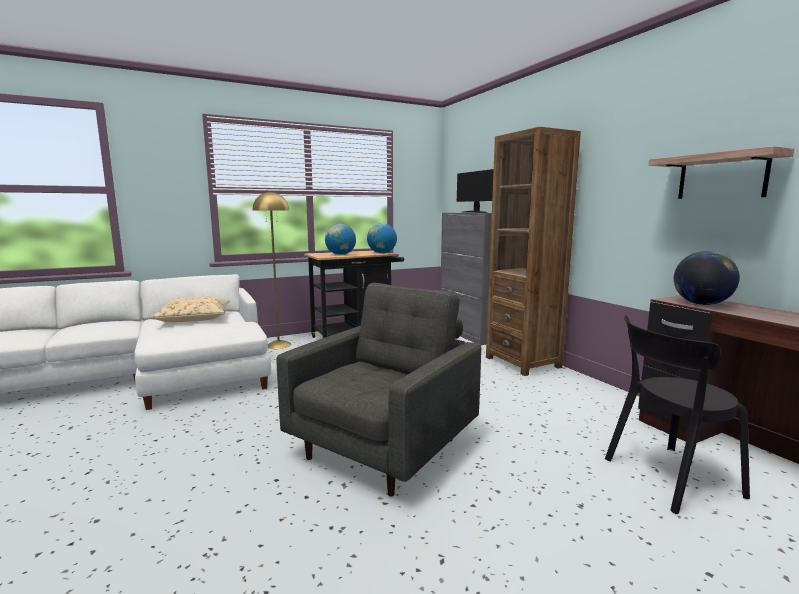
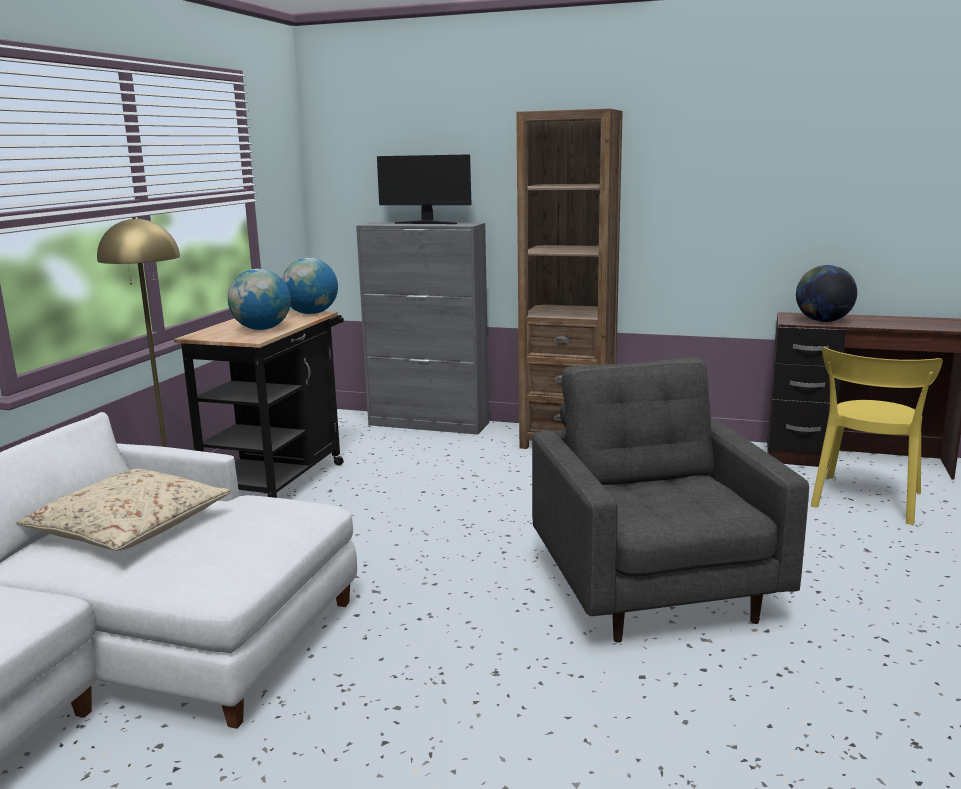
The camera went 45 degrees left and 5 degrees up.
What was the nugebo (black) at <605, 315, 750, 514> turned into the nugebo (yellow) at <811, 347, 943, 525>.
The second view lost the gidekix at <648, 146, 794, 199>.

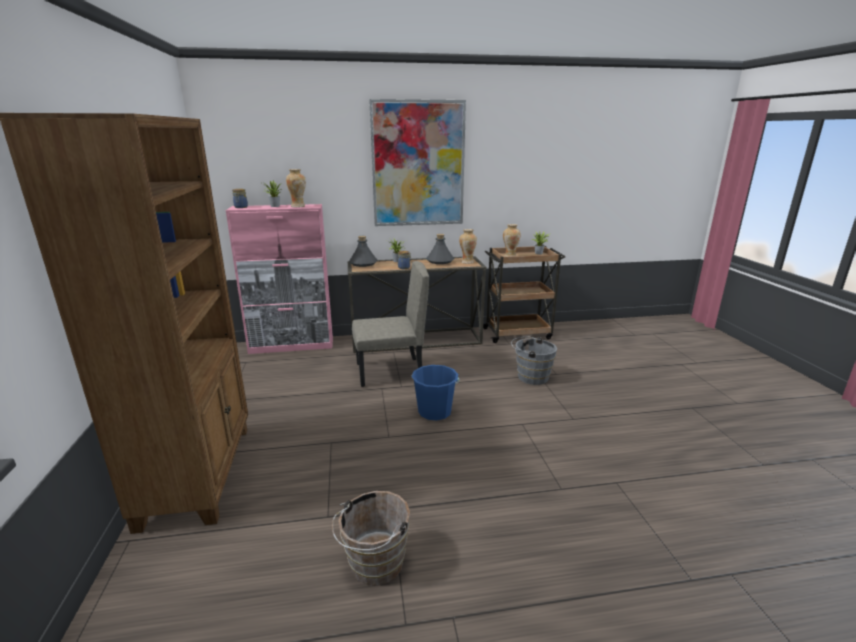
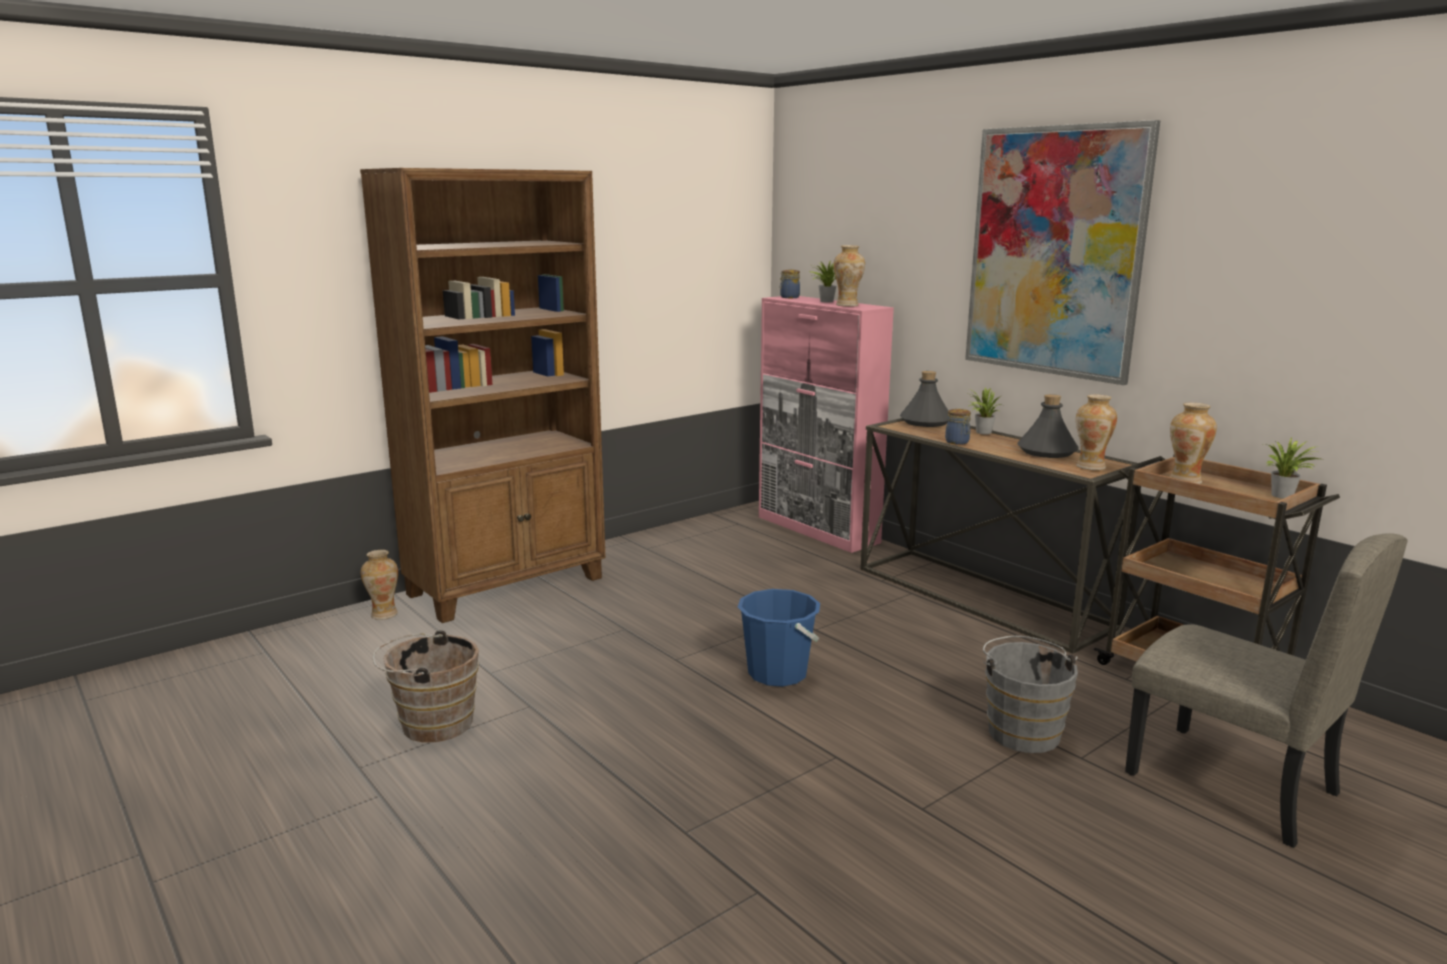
The camera went 60 degrees right and 5 degrees down.
The second view gained the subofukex at <361, 550, 398, 620>.
The nugebo (beige) ended up elsewhere, having gone from <352, 261, 429, 387> to <1125, 533, 1408, 848>.

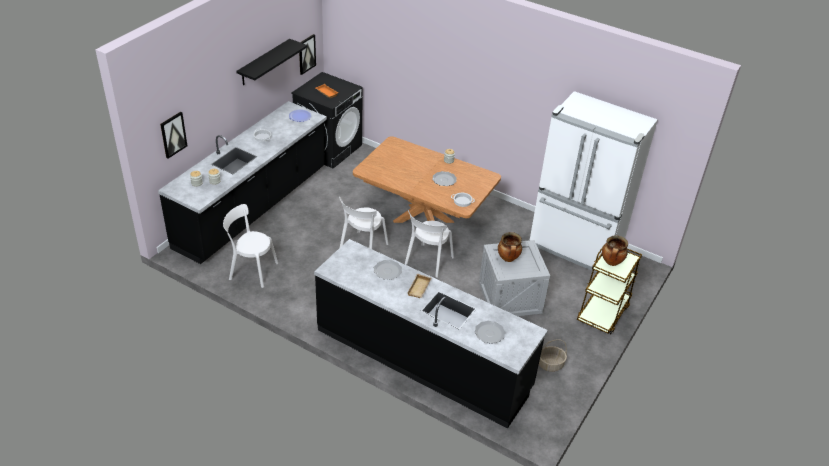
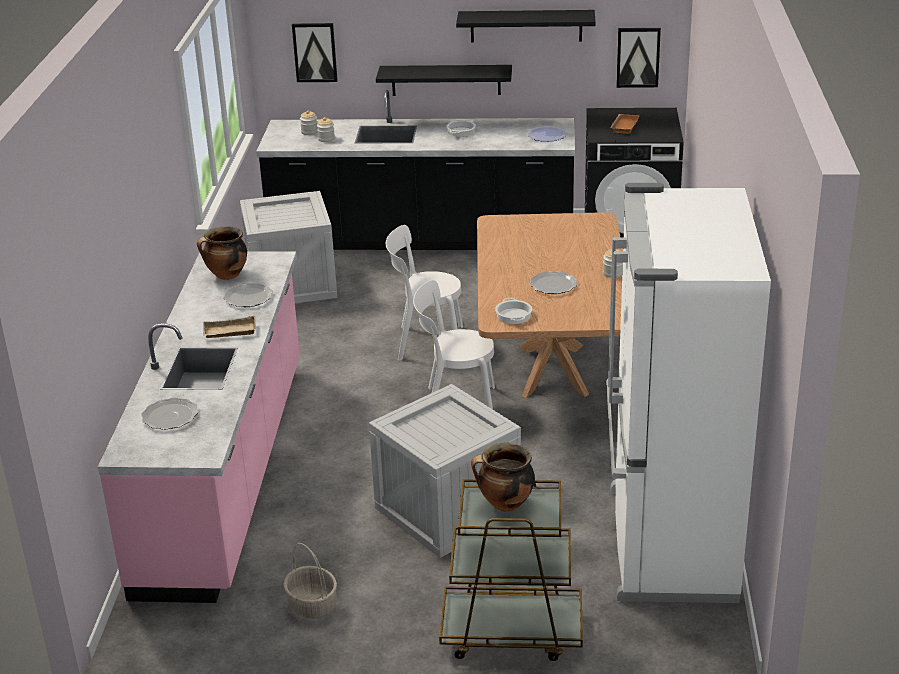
The camera went 65 degrees right and 10 degrees down.
What was the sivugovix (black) at <314, 239, 548, 429> turned into the sivugovix (pink) at <98, 251, 300, 603>.
The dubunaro ended up elsewhere, having gone from <498, 232, 522, 262> to <197, 227, 247, 280>.
Where the nugebo (white) stood at <223, 204, 278, 288>, the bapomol came to stand at <240, 191, 337, 303>.
The second view gained the gidekix (black) at <376, 65, 512, 96>.

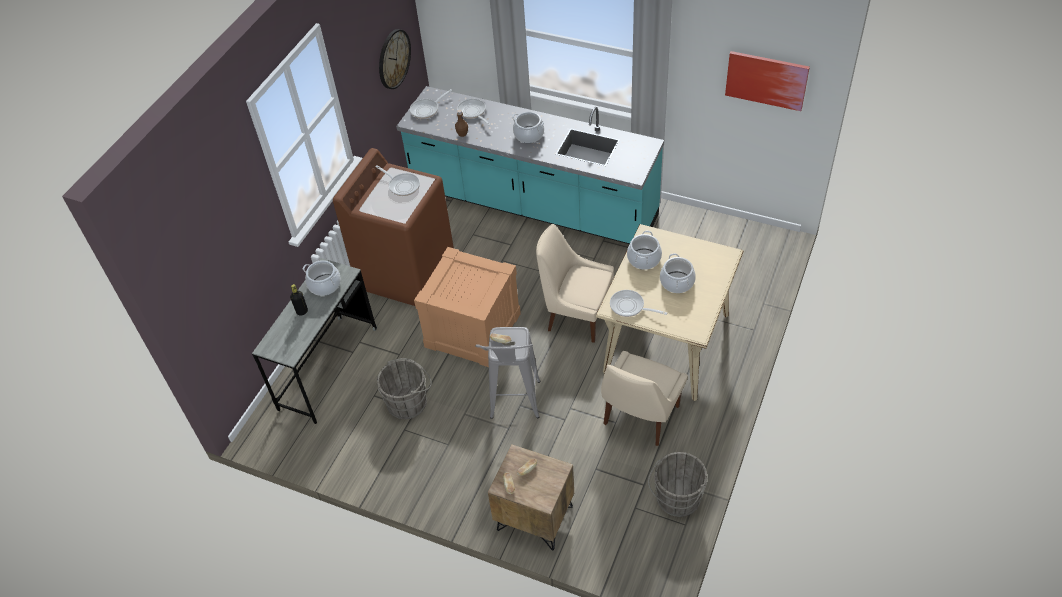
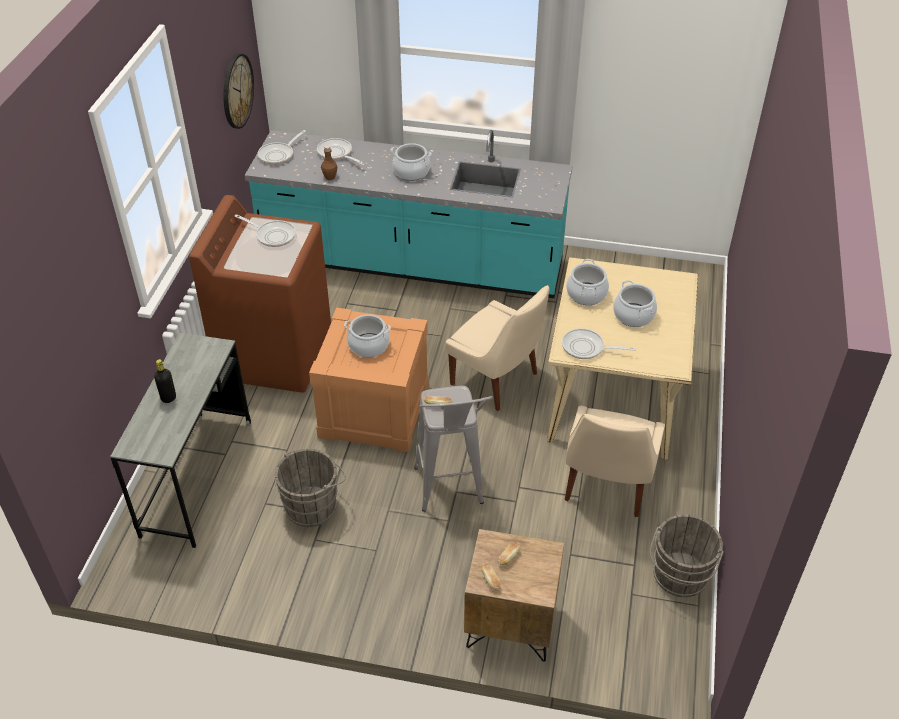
The camera went 15 degrees left and 5 degrees down.
The dubunaro ended up elsewhere, having gone from <303, 260, 341, 296> to <344, 314, 391, 358>.
The nugebo (beige) at <536, 224, 614, 343> ended up facing another way, 150 degrees counterclockwise from before.
The second view lost the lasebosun at <725, 51, 810, 111>.

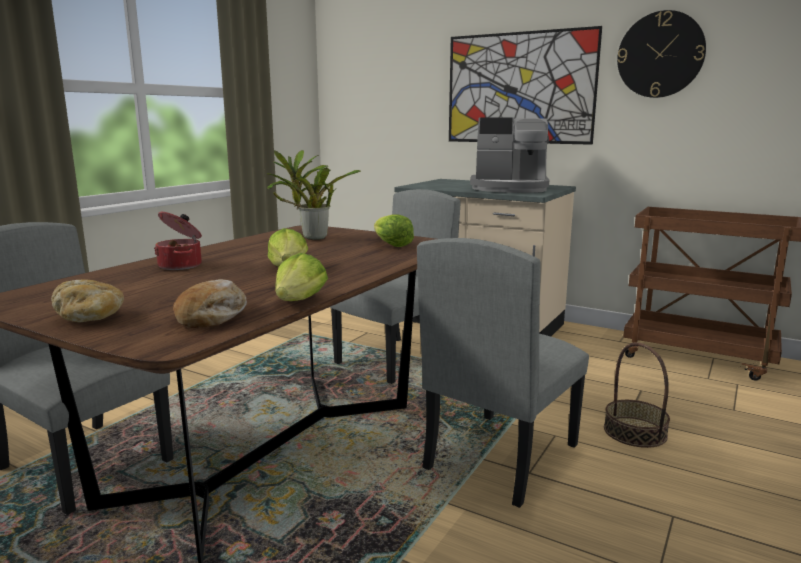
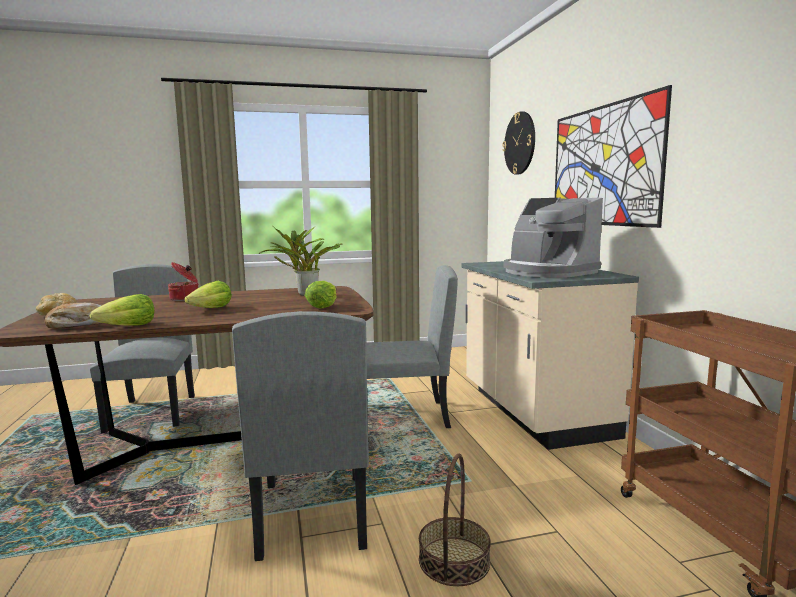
The camera went 45 degrees right and 5 degrees down.
The nugebo (grey) at <417, 238, 589, 508> ended up facing another way, 90 degrees counterclockwise from before.
The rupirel ended up elsewhere, having gone from <617, 10, 706, 98> to <502, 111, 535, 175>.

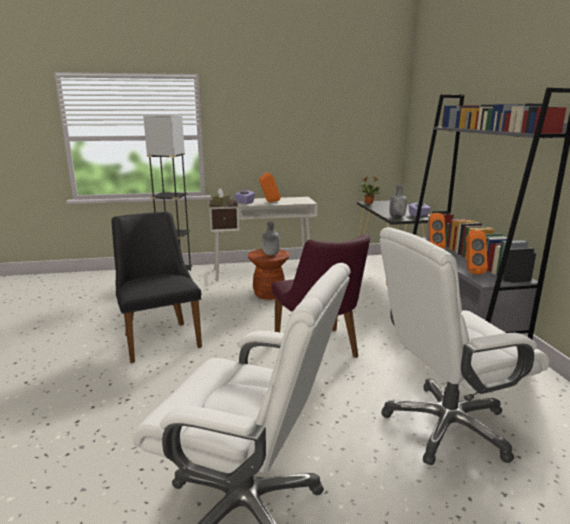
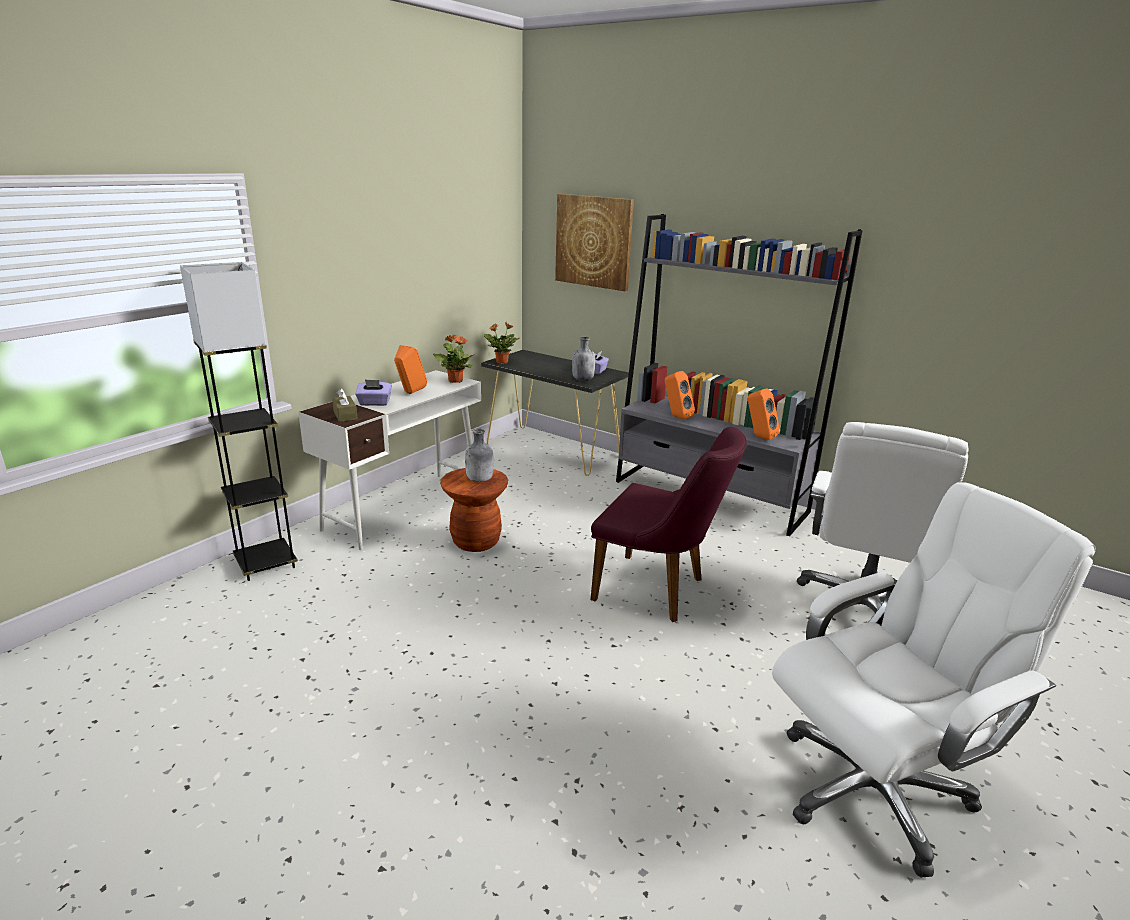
The camera went 45 degrees left and 5 degrees up.
The second view gained the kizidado at <433, 334, 473, 383>.
The second view gained the lasebosun at <555, 194, 634, 291>.
The second view lost the nugebo (black) at <112, 212, 202, 363>.

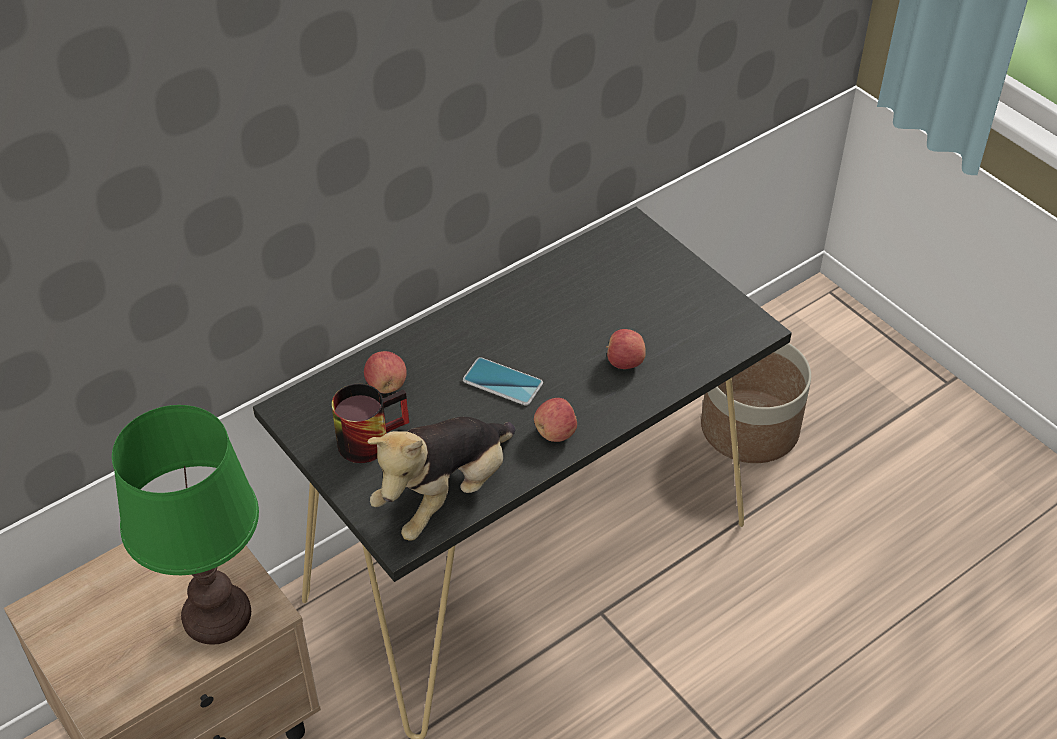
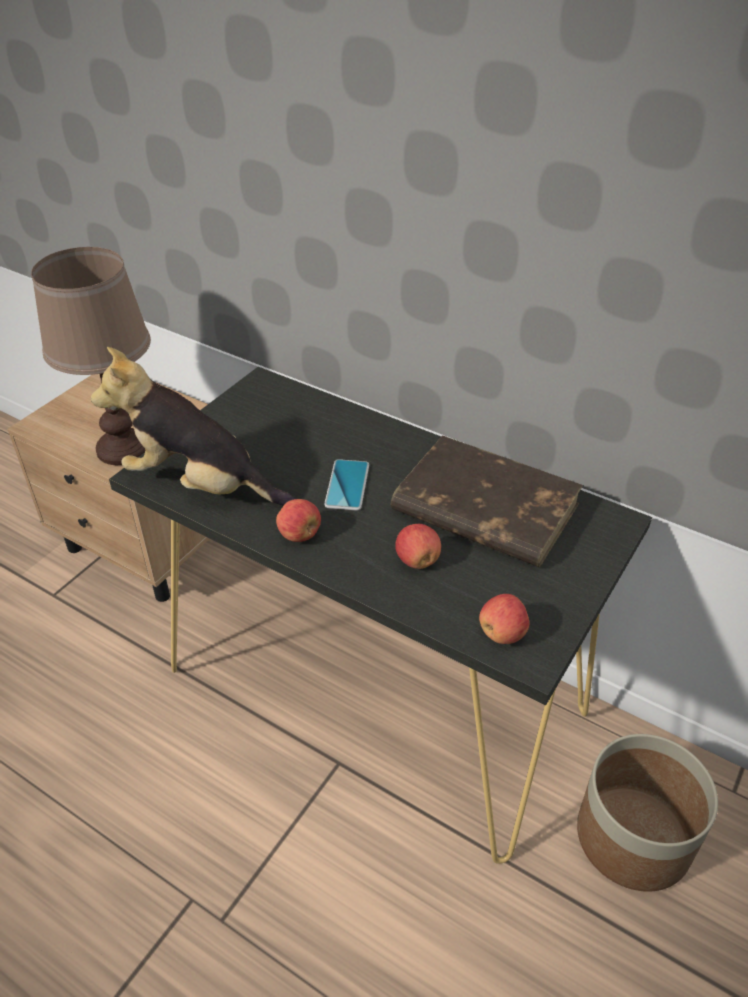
The camera went 70 degrees right and 5 degrees down.
What was the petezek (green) at <112, 405, 259, 645> turned into the petezek (brown) at <31, 247, 151, 465>.
The second view gained the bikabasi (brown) at <391, 435, 583, 567>.
The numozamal ended up elsewhere, having gone from <364, 351, 407, 393> to <479, 594, 529, 644>.
The second view lost the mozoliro at <332, 384, 409, 463>.

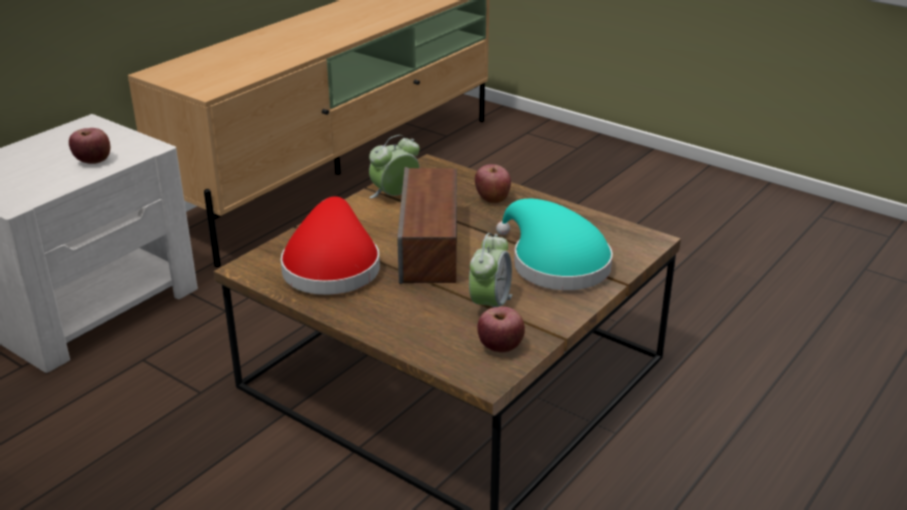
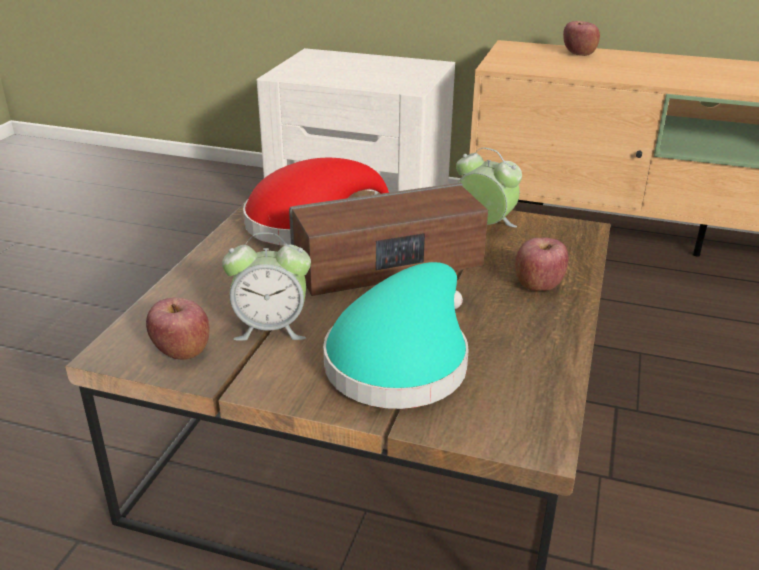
The camera went 70 degrees right and 0 degrees up.
The numozamal ended up elsewhere, having gone from <69, 128, 110, 164> to <563, 21, 600, 56>.

